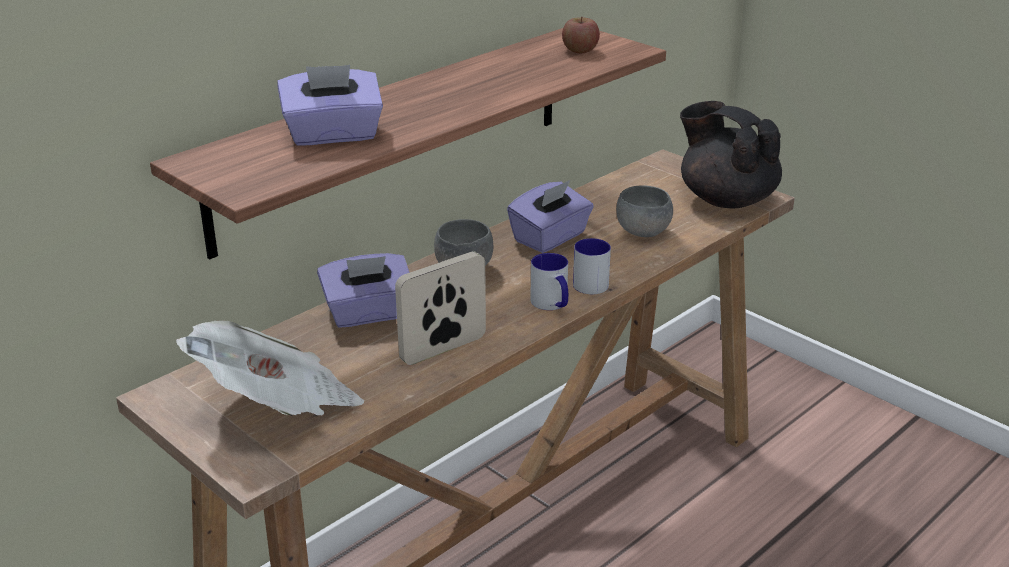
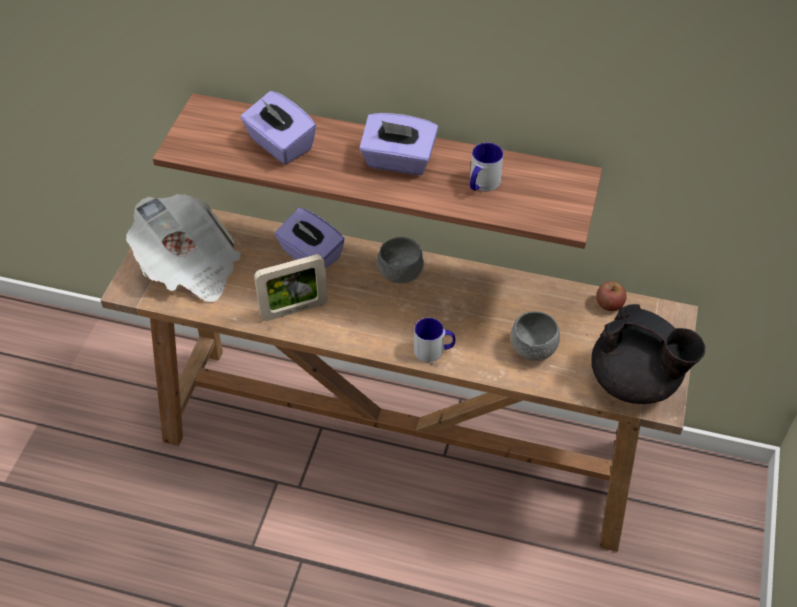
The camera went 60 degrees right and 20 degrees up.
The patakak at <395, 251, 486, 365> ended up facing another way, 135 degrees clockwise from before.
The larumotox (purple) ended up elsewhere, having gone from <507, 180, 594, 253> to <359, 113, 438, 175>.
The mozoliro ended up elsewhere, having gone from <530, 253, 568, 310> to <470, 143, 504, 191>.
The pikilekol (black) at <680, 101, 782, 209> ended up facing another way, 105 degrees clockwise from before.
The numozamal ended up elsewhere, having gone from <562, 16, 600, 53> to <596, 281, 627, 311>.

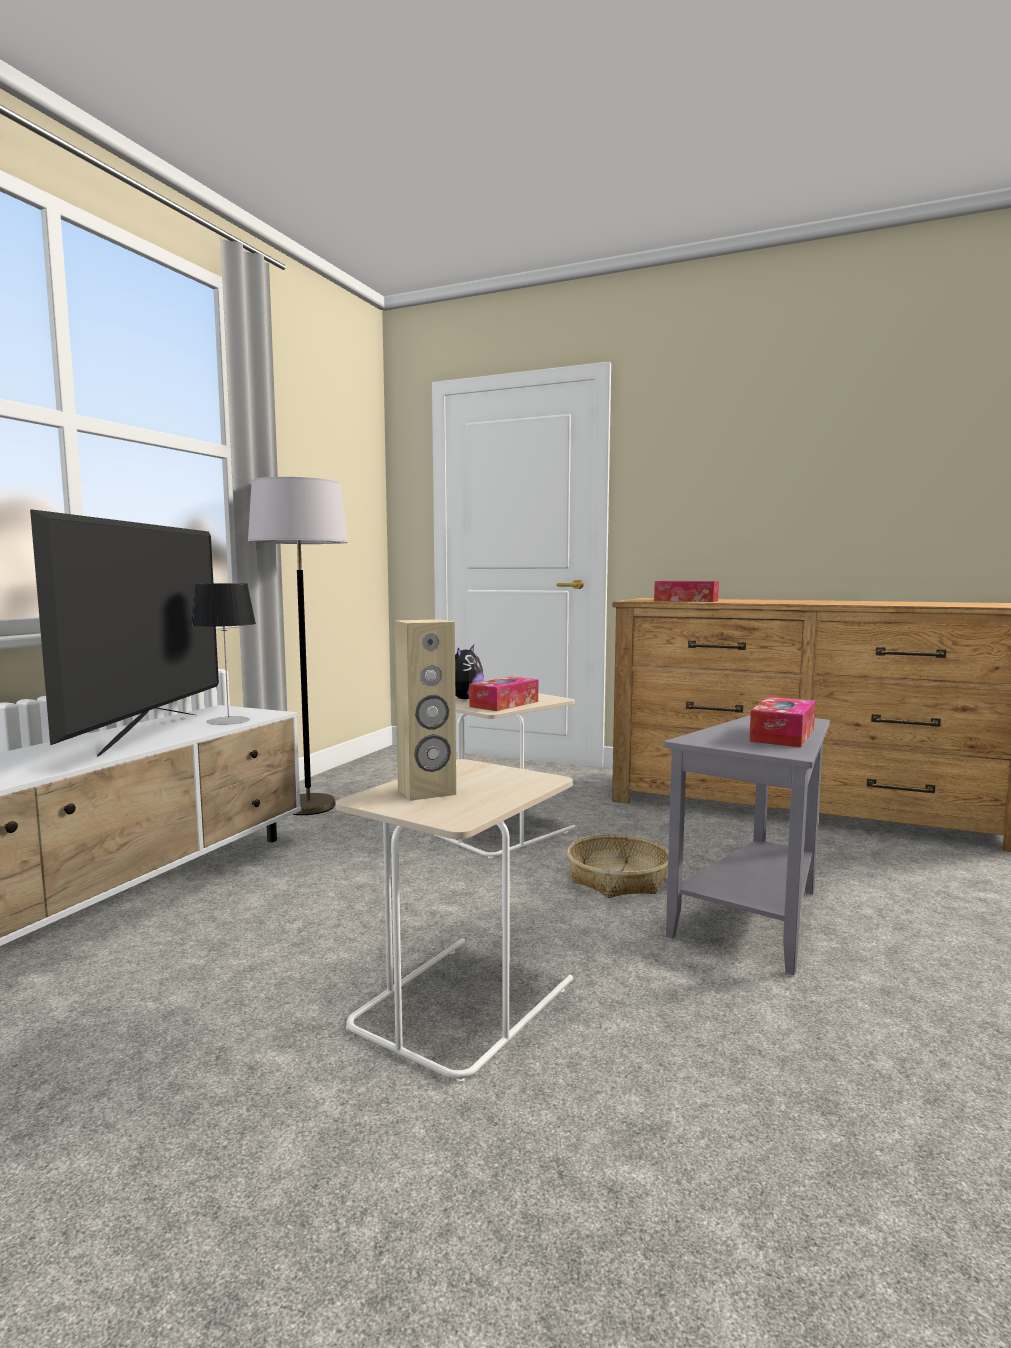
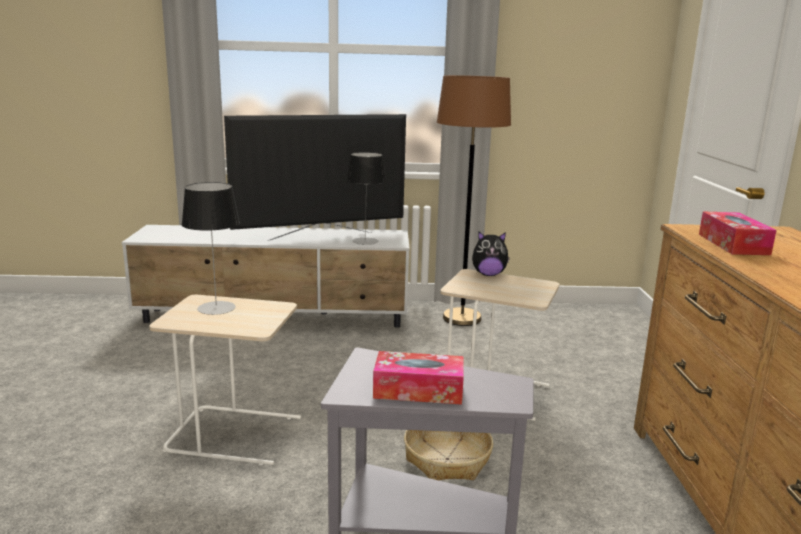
The camera went 65 degrees right and 10 degrees up.
Where the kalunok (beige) stood at <395, 619, 456, 801>, the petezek came to stand at <182, 182, 240, 315>.
What was the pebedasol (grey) at <248, 477, 348, 815> turned into the pebedasol (brown) at <437, 75, 511, 326>.
The second view lost the larumotox at <469, 677, 538, 711>.

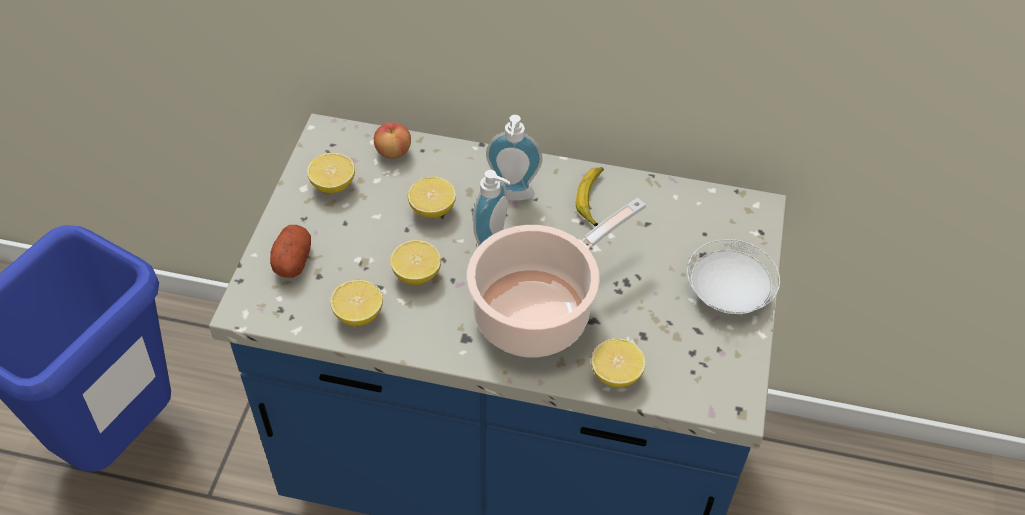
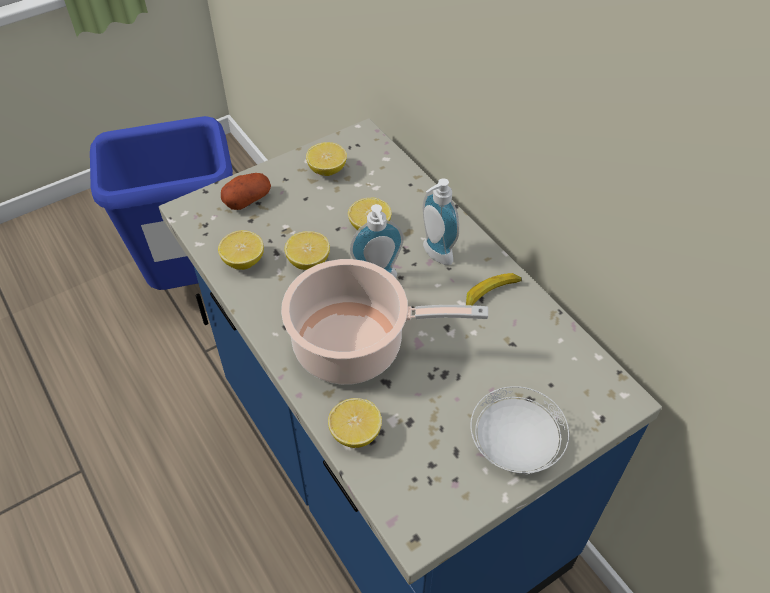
The camera went 45 degrees right and 0 degrees up.
The second view lost the numozamal at <374, 122, 411, 159>.

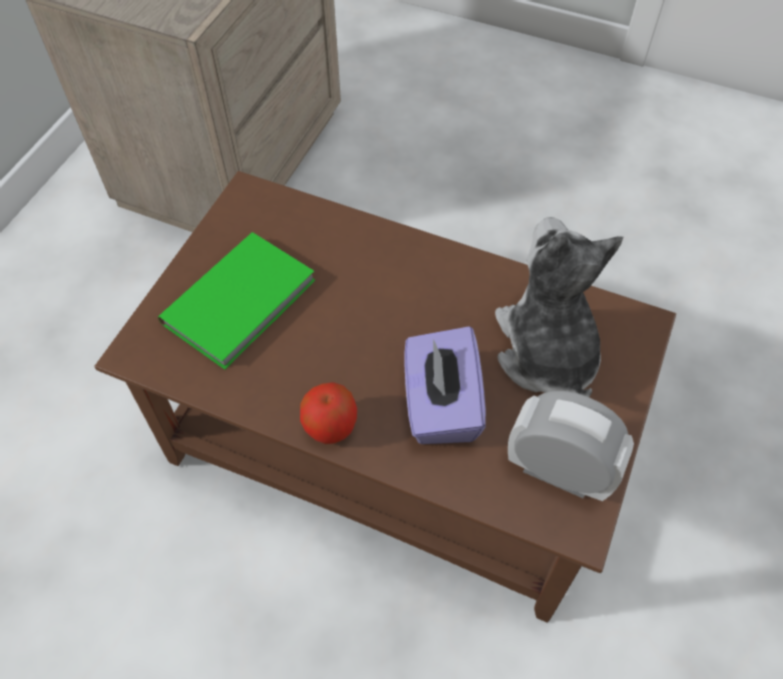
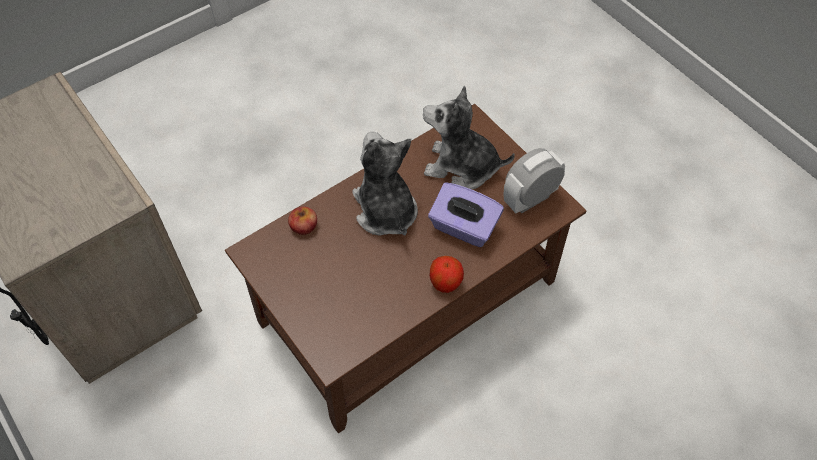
The camera went 60 degrees left and 0 degrees up.
The second view gained the numozamal at <288, 206, 317, 235>.
The second view gained the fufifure at <352, 132, 418, 236>.
The second view lost the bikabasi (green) at <158, 232, 316, 370>.

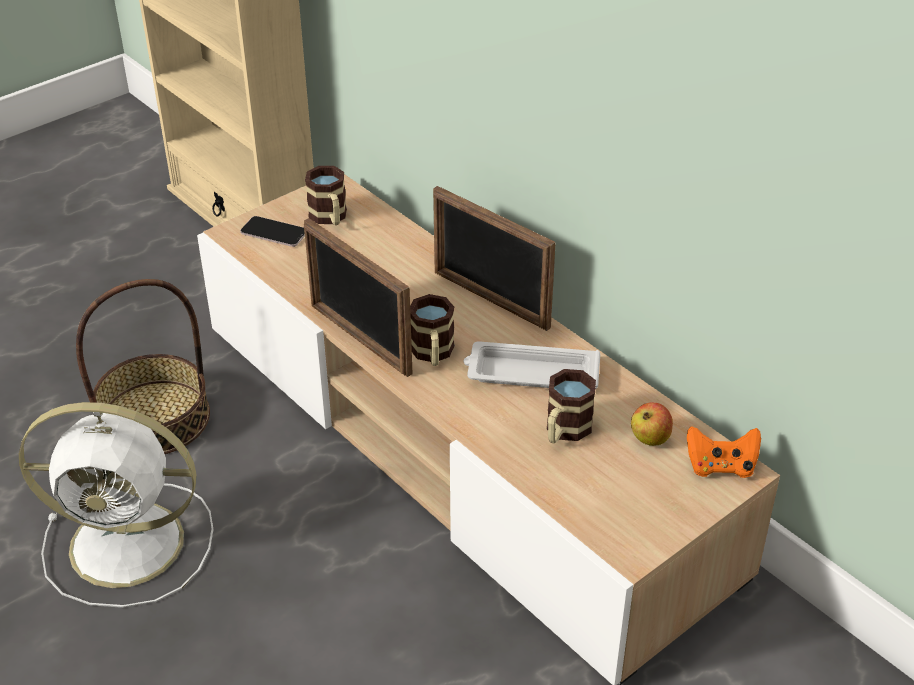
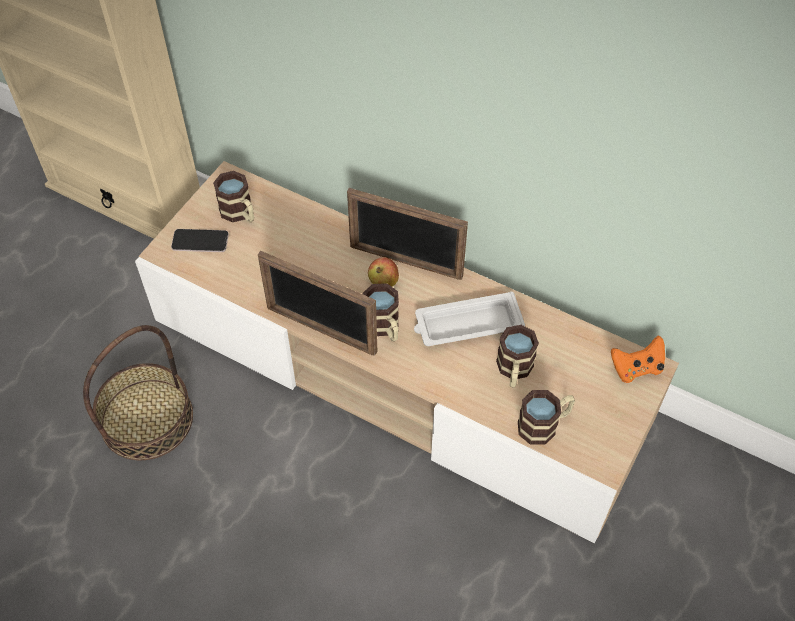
The camera went 20 degrees left and 15 degrees up.
The numozamal ended up elsewhere, having gone from <631, 402, 673, 446> to <368, 257, 399, 287>.
The second view gained the mozoliro at <518, 390, 575, 445>.
The second view lost the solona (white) at <19, 402, 213, 608>.

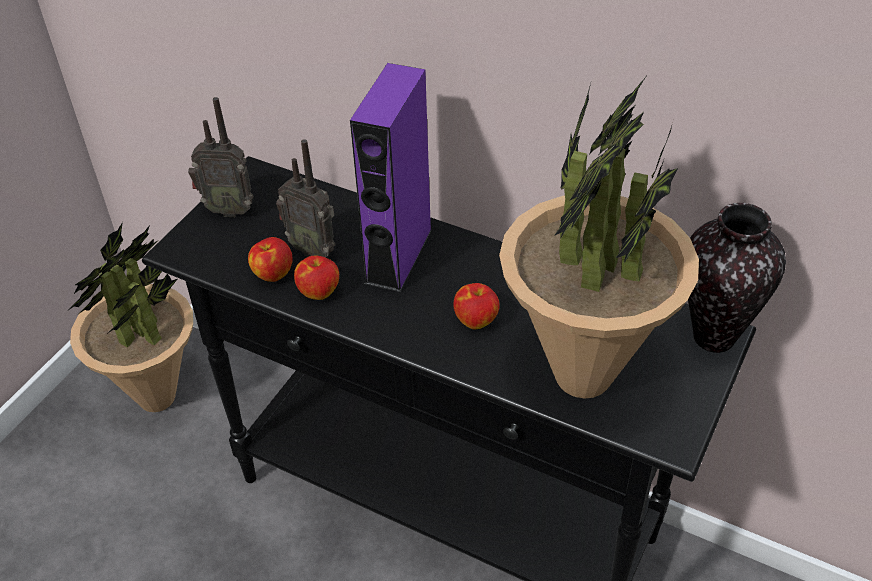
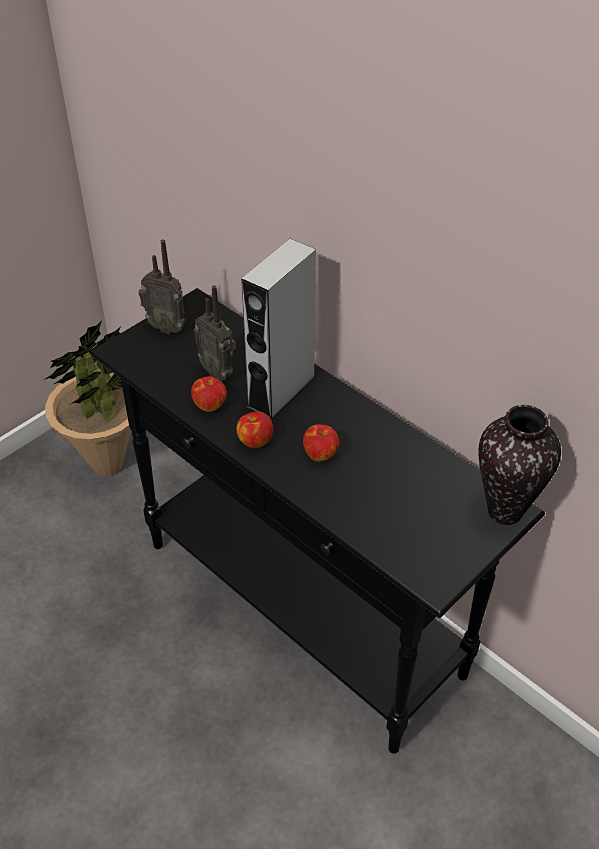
The camera went 15 degrees right and 0 degrees up.
The numozamal ended up elsewhere, having gone from <248, 237, 293, 282> to <236, 411, 273, 448>.
What was the kalunok (purple) at <350, 63, 432, 292> turned into the kalunok (grey) at <241, 239, 316, 420>.
The second view lost the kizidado at <499, 74, 699, 399>.

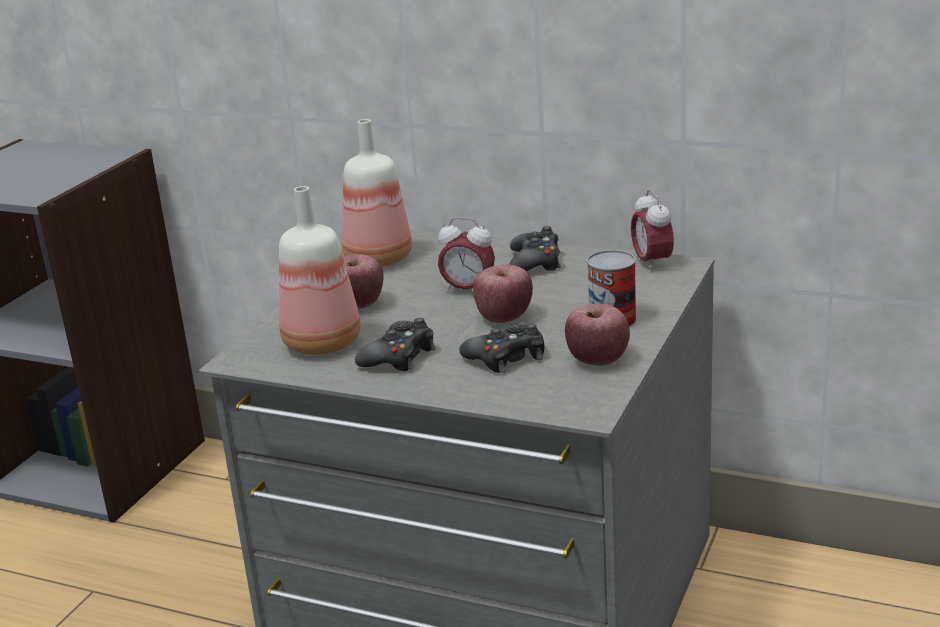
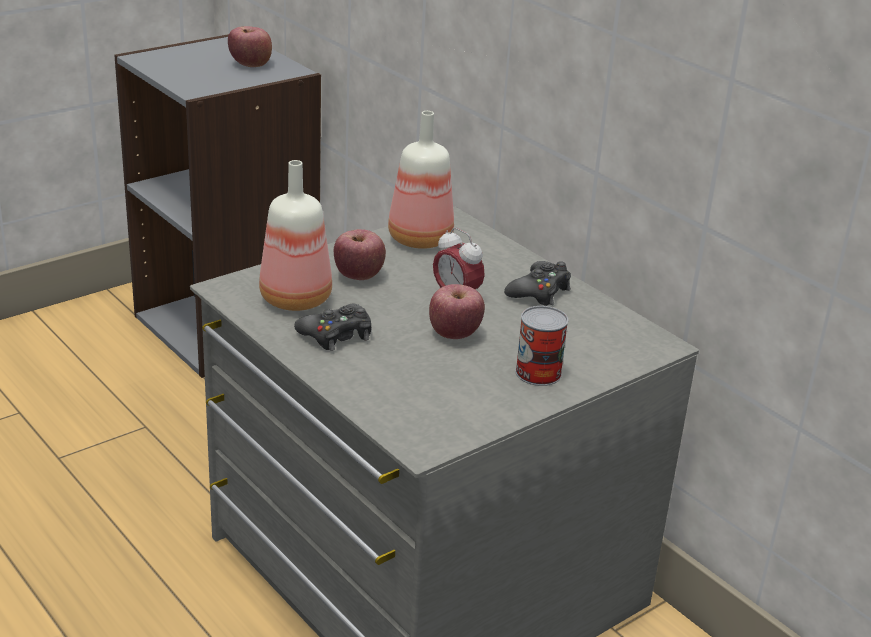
The camera went 25 degrees right and 5 degrees up.
The numozamal ended up elsewhere, having gone from <565, 304, 630, 366> to <228, 26, 272, 67>.
The second view lost the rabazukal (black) at <459, 322, 544, 373>.
The second view lost the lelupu at <631, 190, 674, 272>.

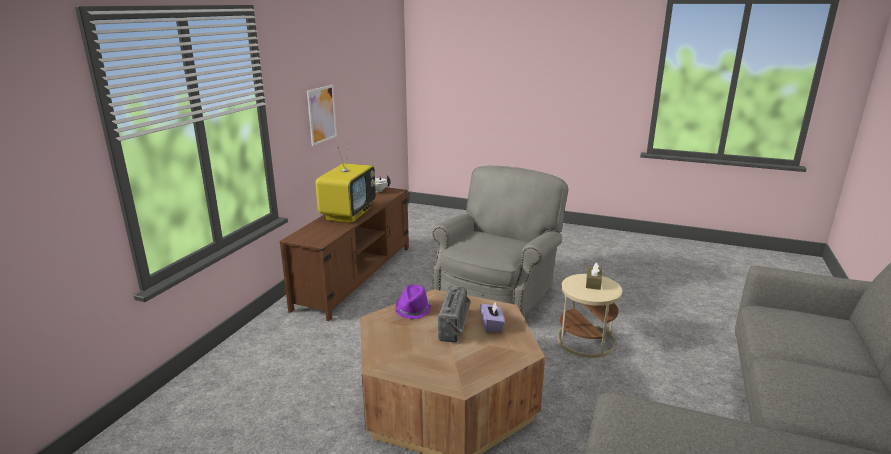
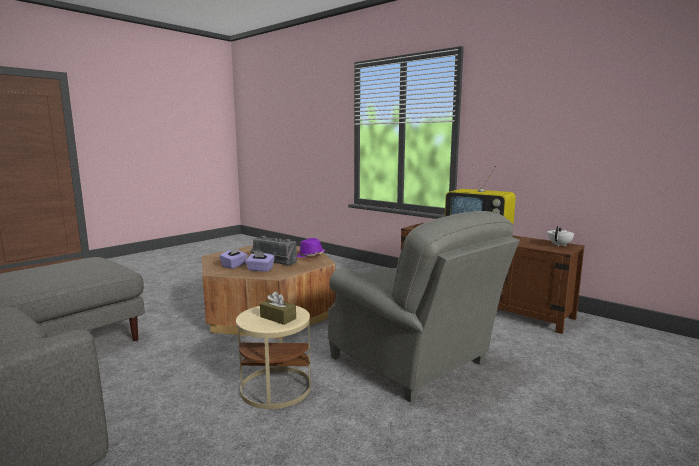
The camera went 110 degrees right and 10 degrees down.
The second view gained the larumotox (purple) at <220, 247, 248, 269>.
The second view lost the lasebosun at <307, 85, 337, 146>.

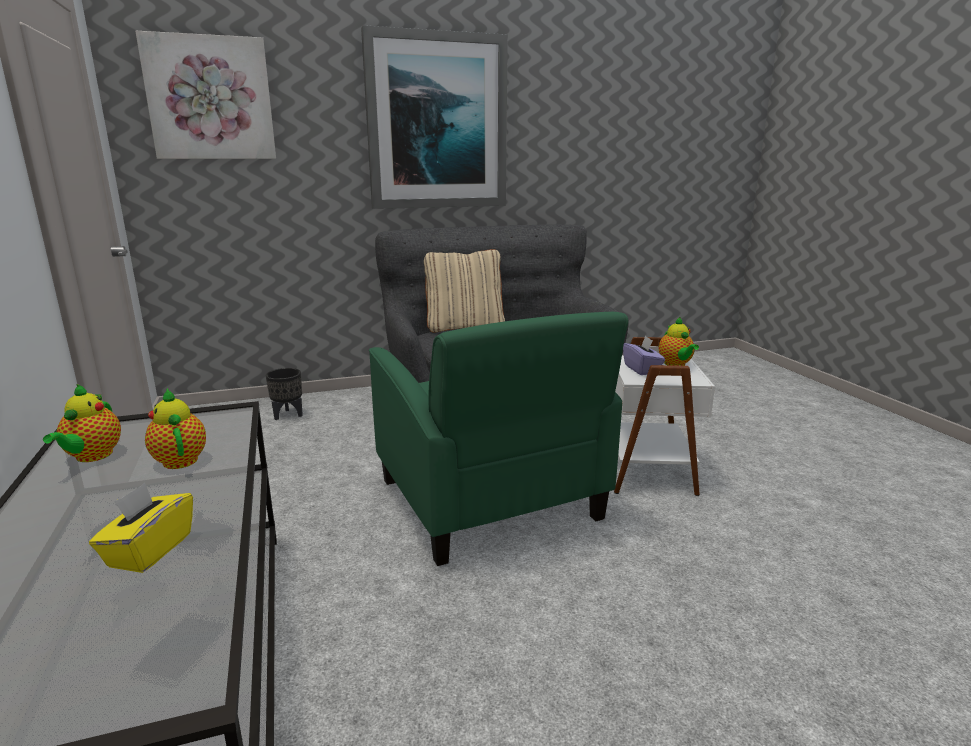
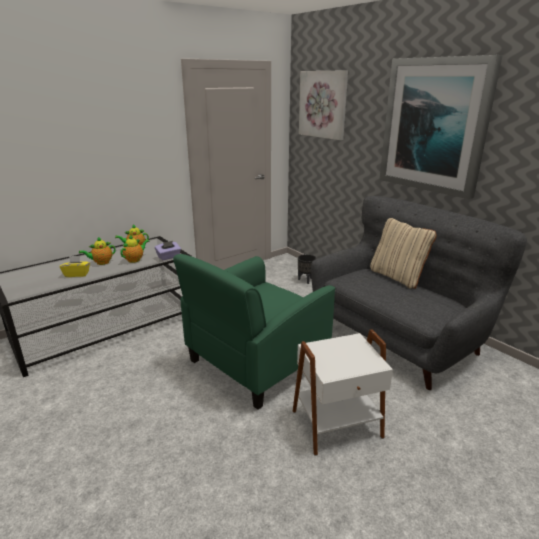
The camera went 70 degrees right and 5 degrees up.
The pikilekol ended up elsewhere, having gone from <659, 317, 699, 366> to <79, 237, 116, 265>.
The larumotox (purple) ended up elsewhere, having gone from <623, 336, 665, 375> to <155, 241, 181, 260>.

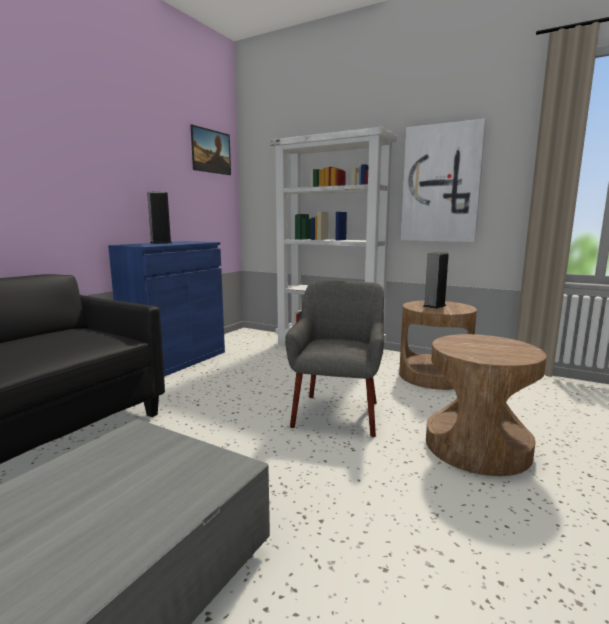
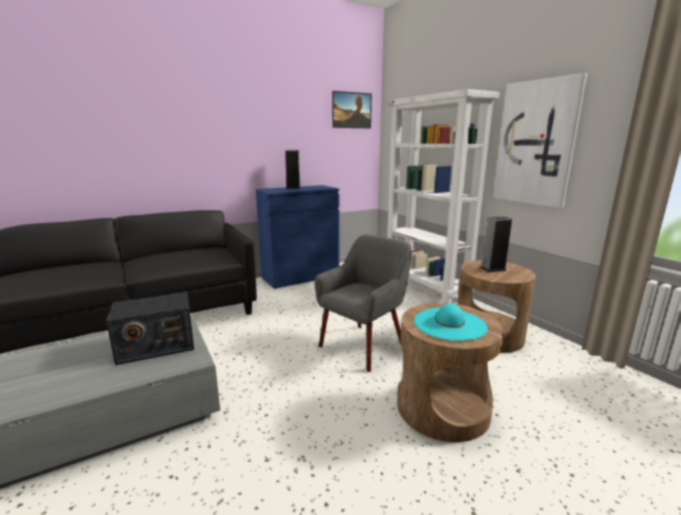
The camera went 30 degrees right and 5 degrees up.
The second view gained the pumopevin at <106, 292, 194, 365>.
The second view gained the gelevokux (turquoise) at <414, 304, 488, 341>.

